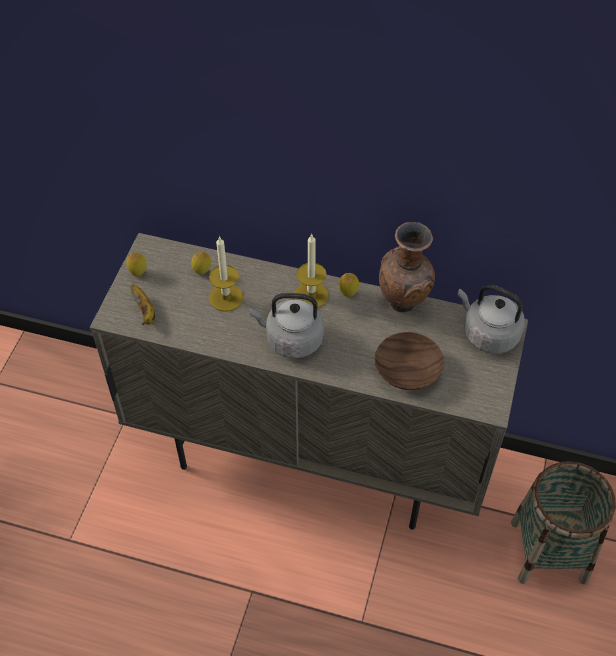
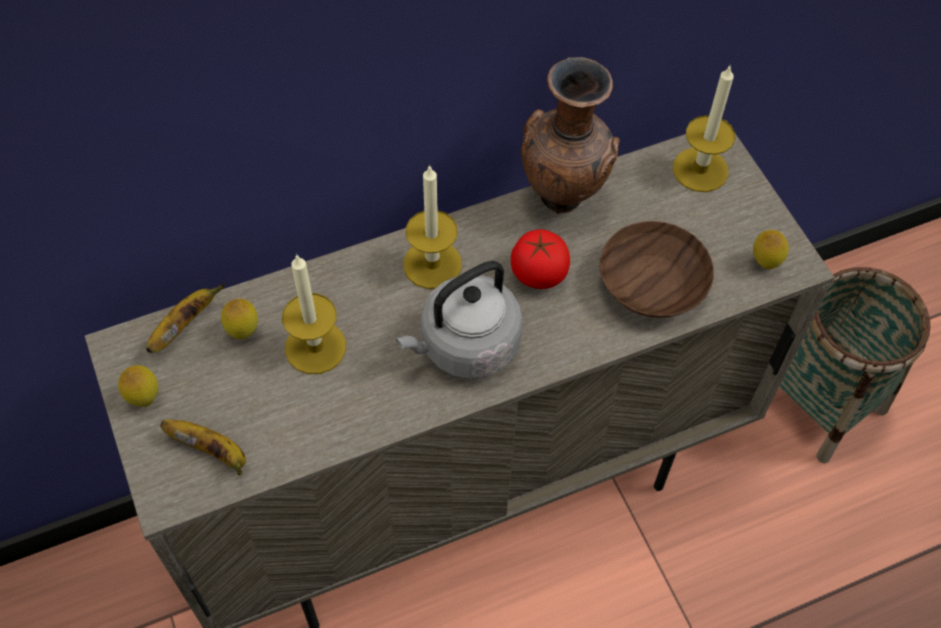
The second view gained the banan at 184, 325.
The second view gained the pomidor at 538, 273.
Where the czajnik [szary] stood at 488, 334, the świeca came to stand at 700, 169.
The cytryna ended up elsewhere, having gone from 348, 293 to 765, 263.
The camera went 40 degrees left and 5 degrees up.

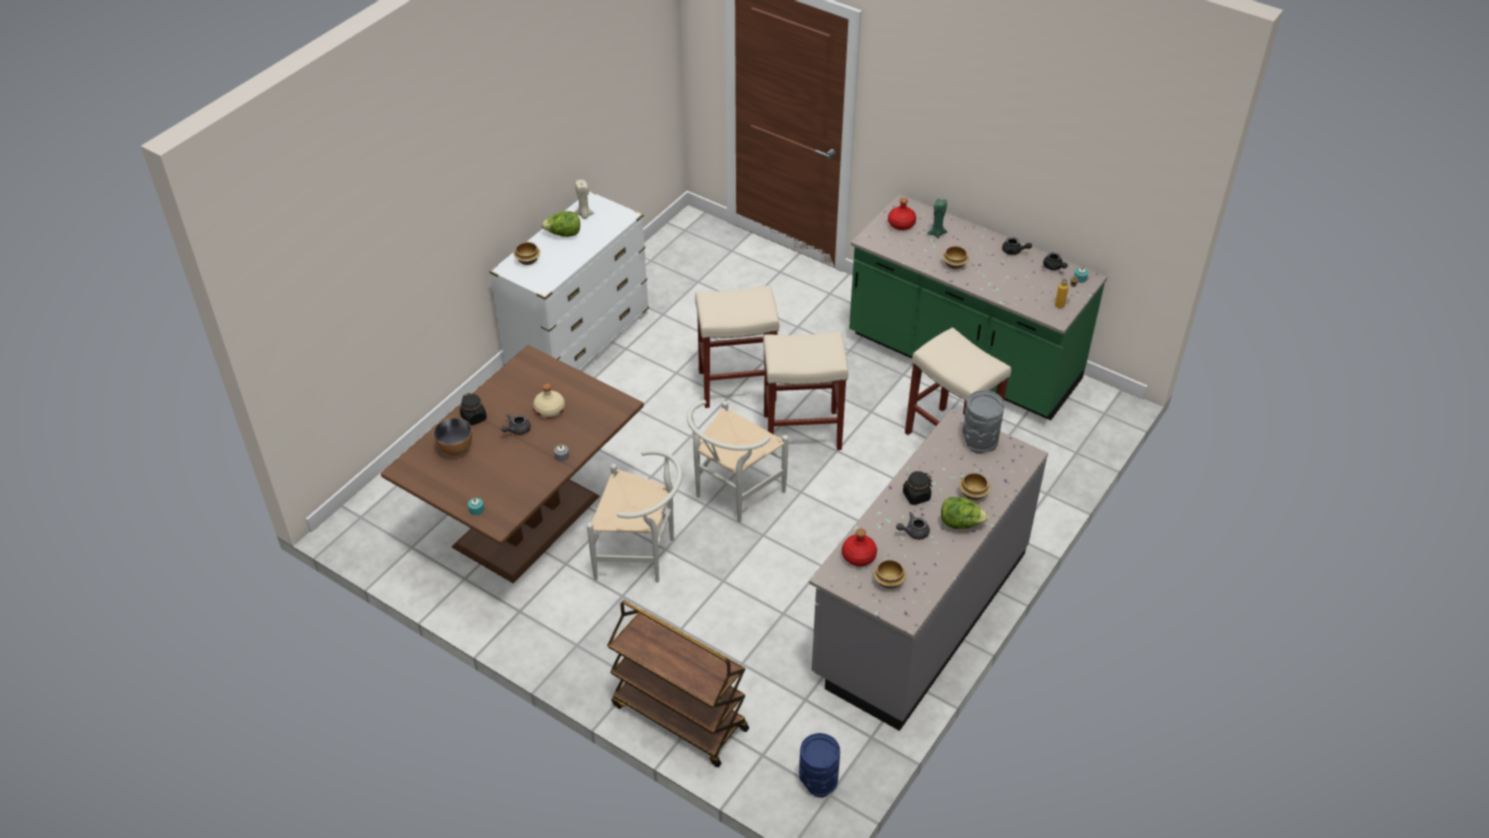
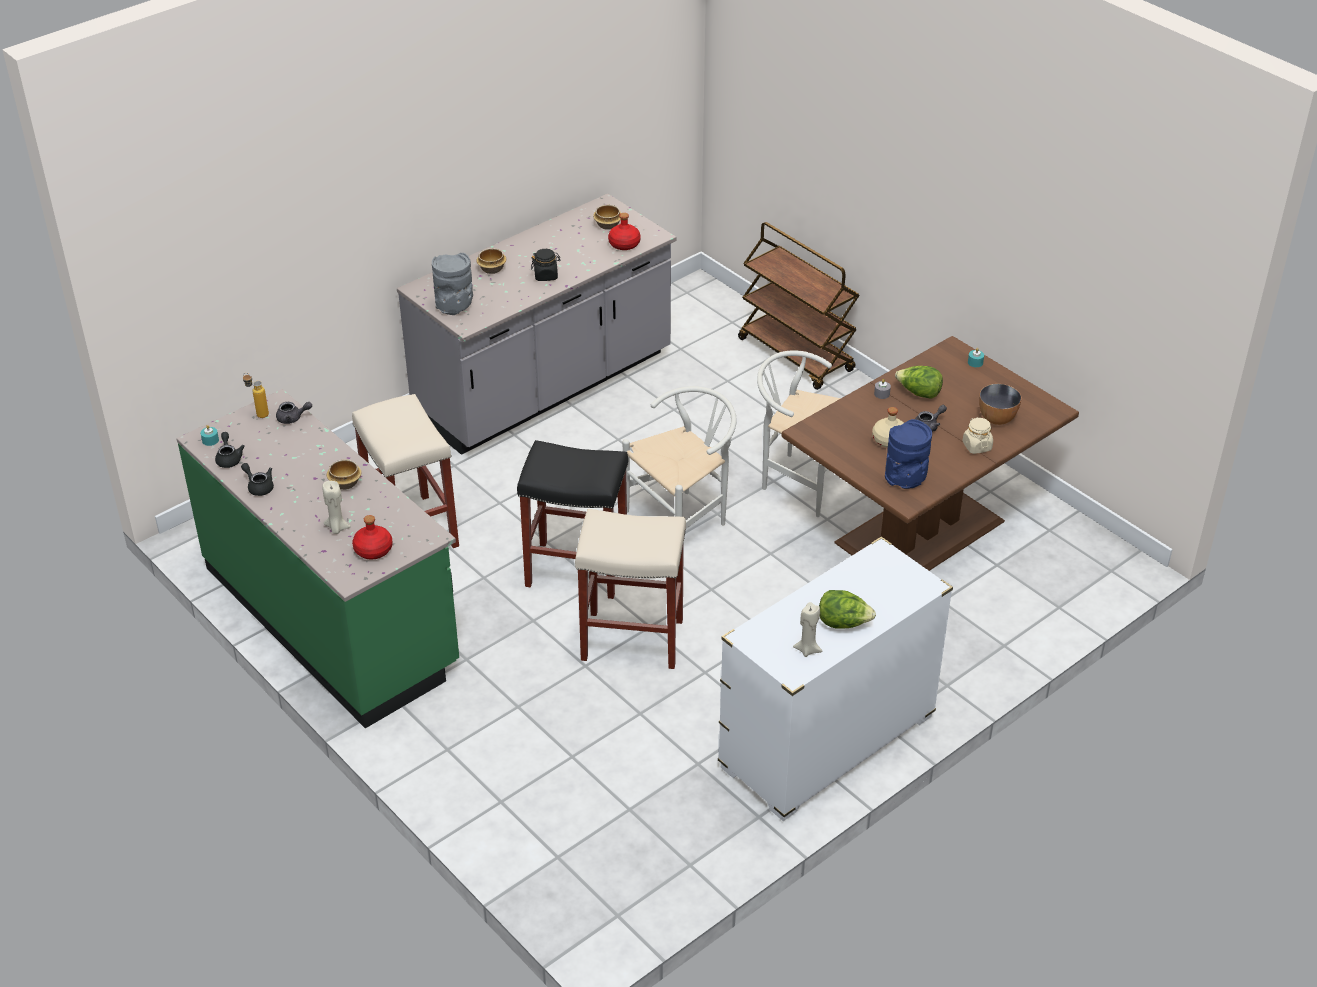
The imbryk [szary] ended up elsewhere, having gone from 913, 532 to 293, 418.
What was the świeca [zielony] at 936, 233 turned into the świeca [beżowy] at 337, 528.
What was the stołek [beżowy] at 803, 431 turned into the stołek [czarny] at 575, 570.
The wazon [niebieski] ended up elsewhere, having gone from 817, 779 to 905, 479.
The sałata ended up elsewhere, having gone from 961, 523 to 918, 393.
What was the słoik [czarny] at 474, 418 turned into the słoik [beżowy] at 976, 446.
The second view lost the miska at 528, 260.
The camera went 165 degrees left and 5 degrees down.

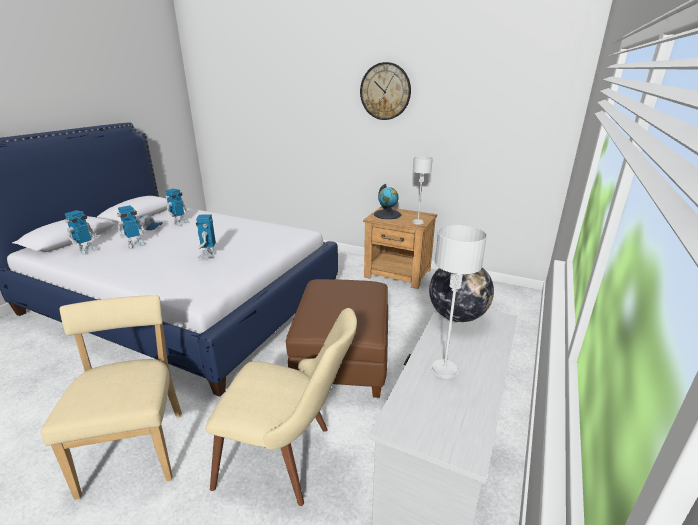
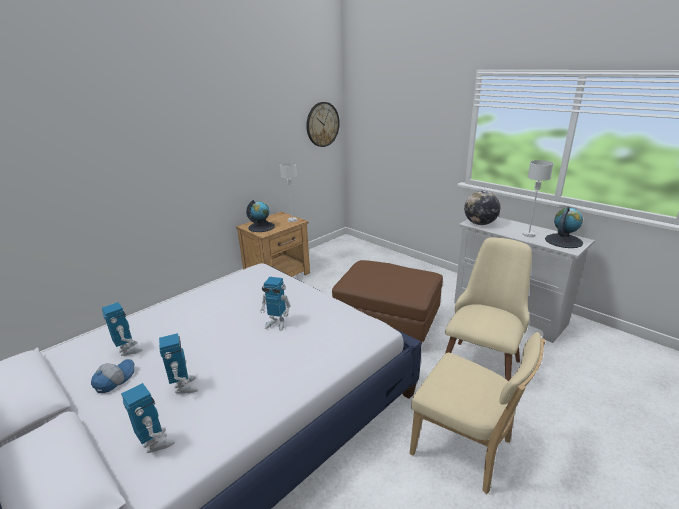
The zegar ścienny ended up elsewhere, having gone from 385, 91 to 322, 124.
The krzesło [beżowy] at 137, 447 ended up facing another way, 150 degrees counterclockwise from before.
The second view gained the globus at 563, 241.
The camera went 70 degrees left and 0 degrees up.

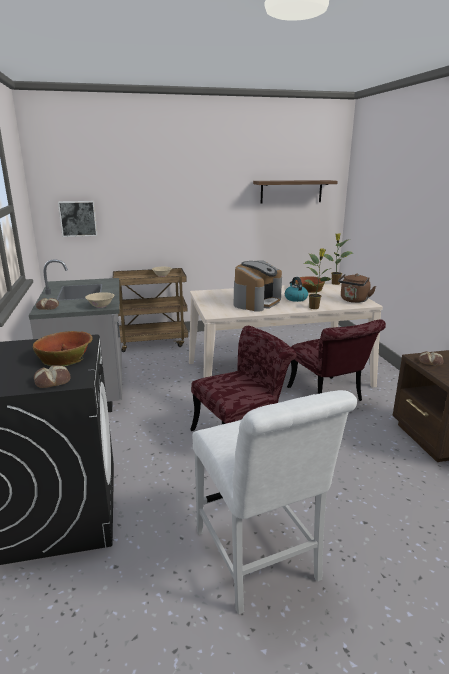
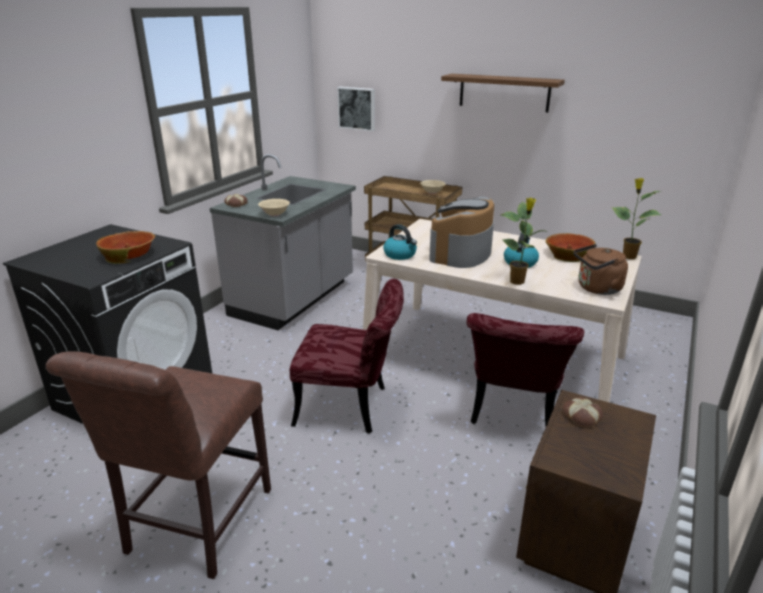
What was the krzesło [biały] at 258, 560 turned into the krzesło [brązowy] at 195, 526.
The second view gained the czajnik at 400, 255.
The ekspres do kawy at 256, 302 ended up facing another way, 135 degrees clockwise from before.
The półka ended up elsewhere, having gone from 291, 191 to 504, 92.
The second view lost the chleb at 52, 381.
The camera went 40 degrees right and 5 degrees up.

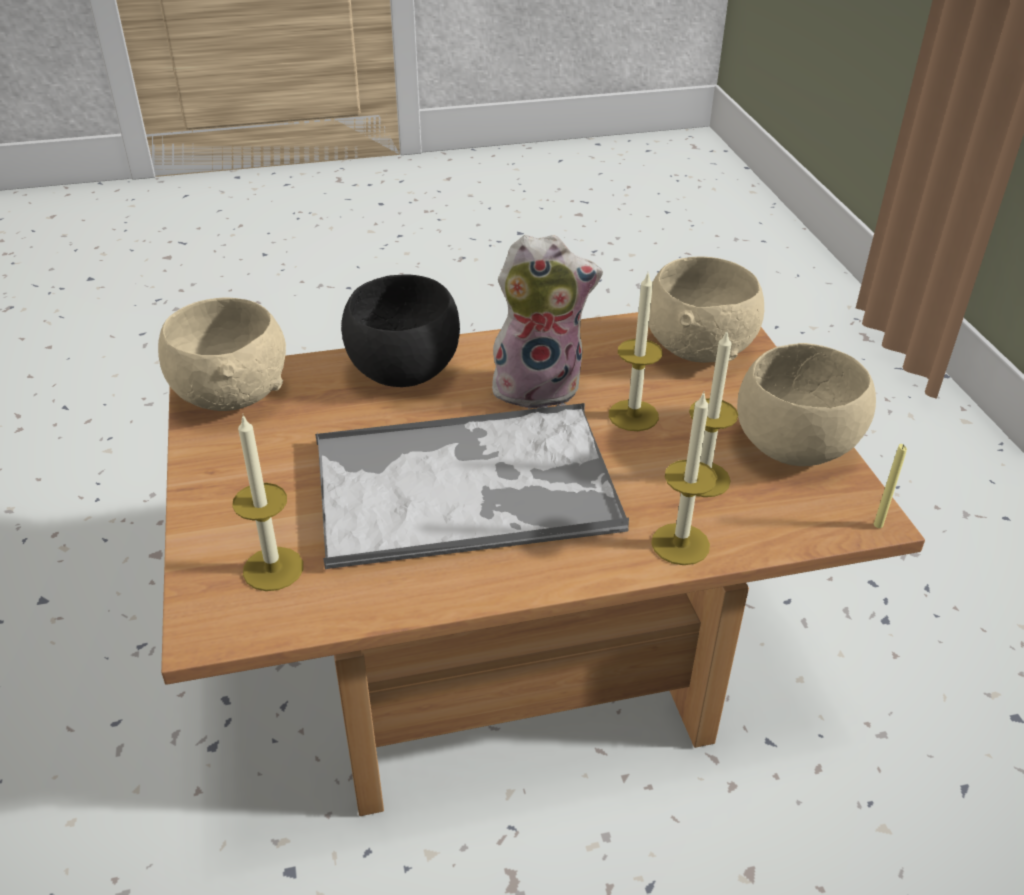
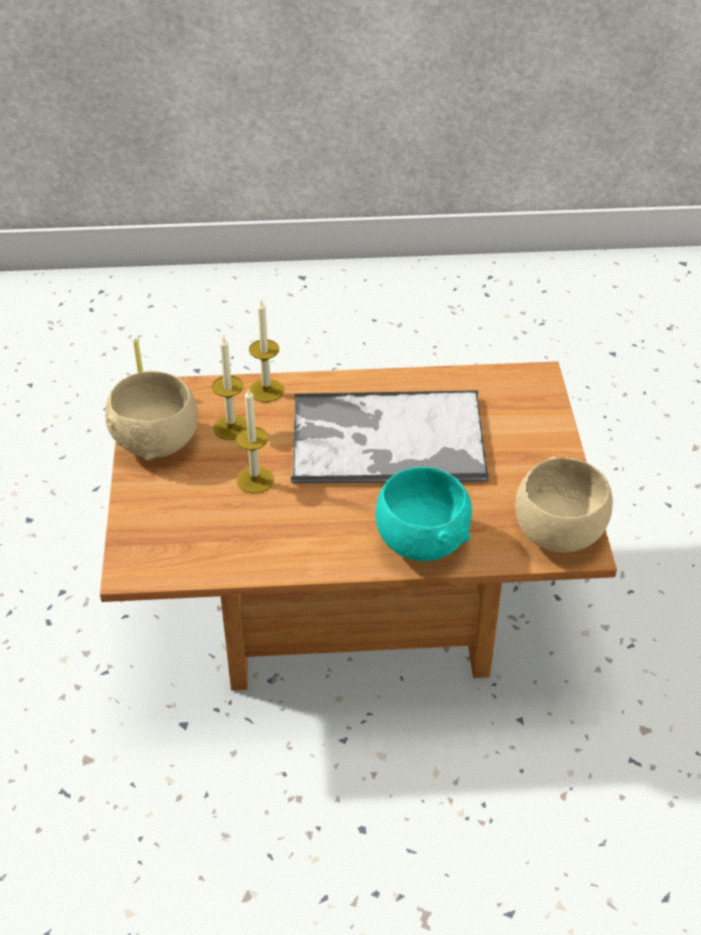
What was the miska [czarny] at 404, 372 turned into the miska [turkusowy] at 421, 541.
The second view lost the świeca at 273, 569.
The second view lost the pluszak at 539, 386.
The second view lost the miska [beżowy] at 699, 349.
The camera went 170 degrees left and 5 degrees up.

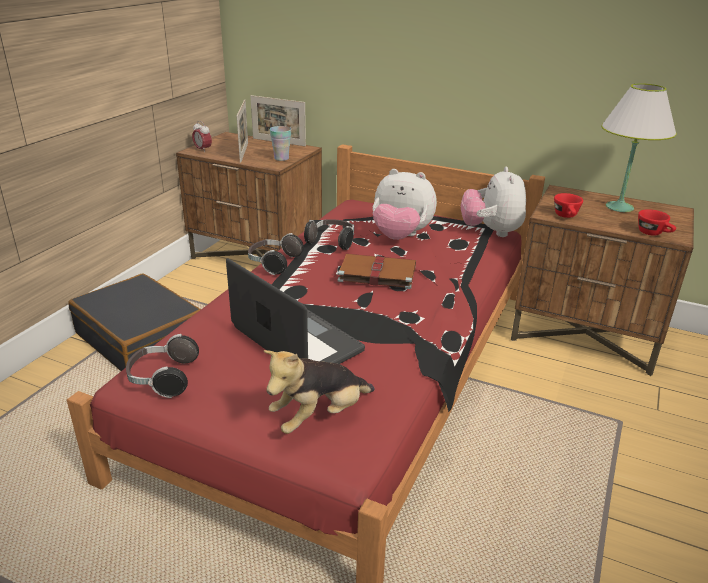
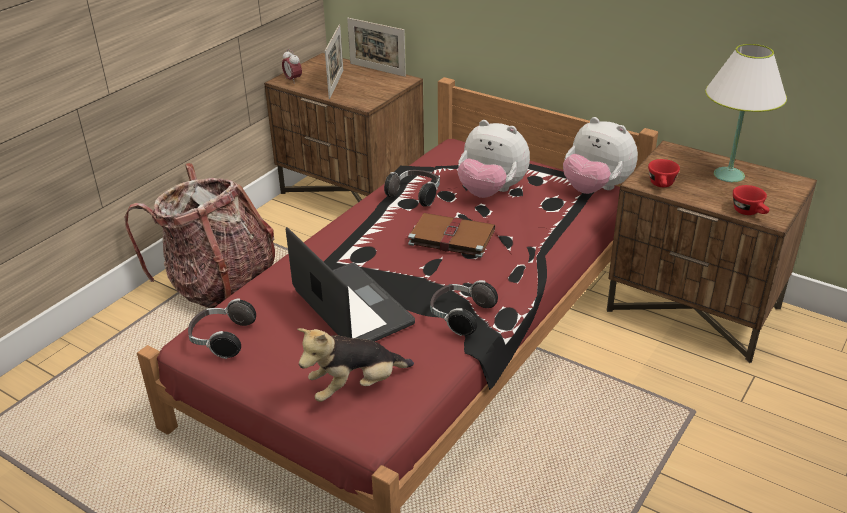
Where the walizka [czarny] stood at 141, 338, the plecak came to stand at 218, 284.
The słuchawki ended up elsewhere, having gone from 273, 263 to 460, 316.
The pluszak at 491, 232 ended up facing another way, 60 degrees counterclockwise from before.
The second view lost the filiżanka at 281, 158.
The camera went 10 degrees right and 5 degrees up.

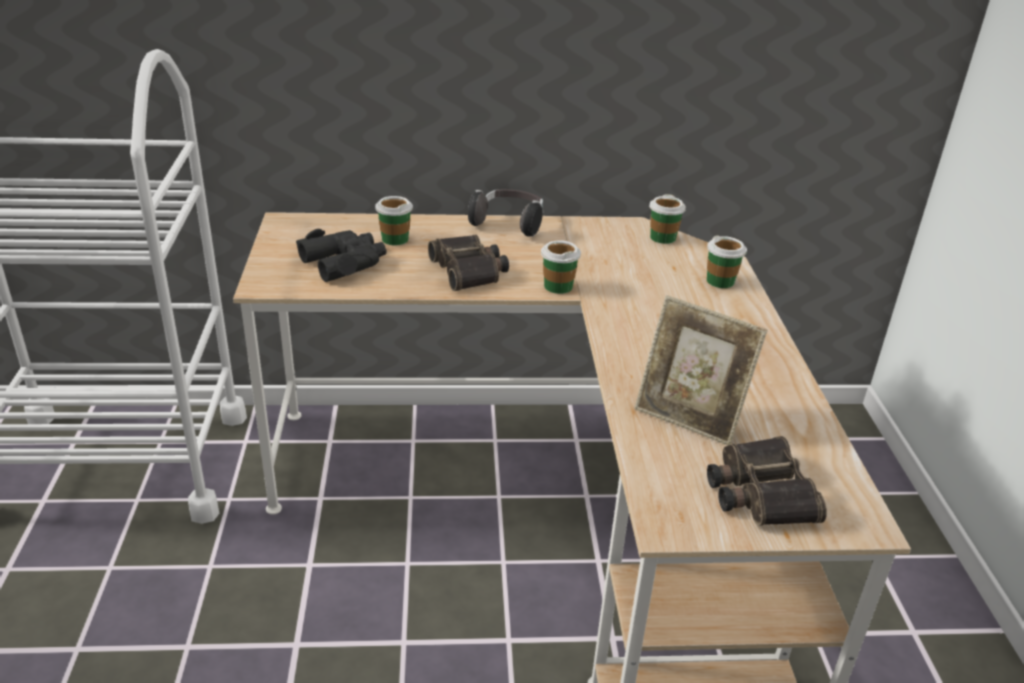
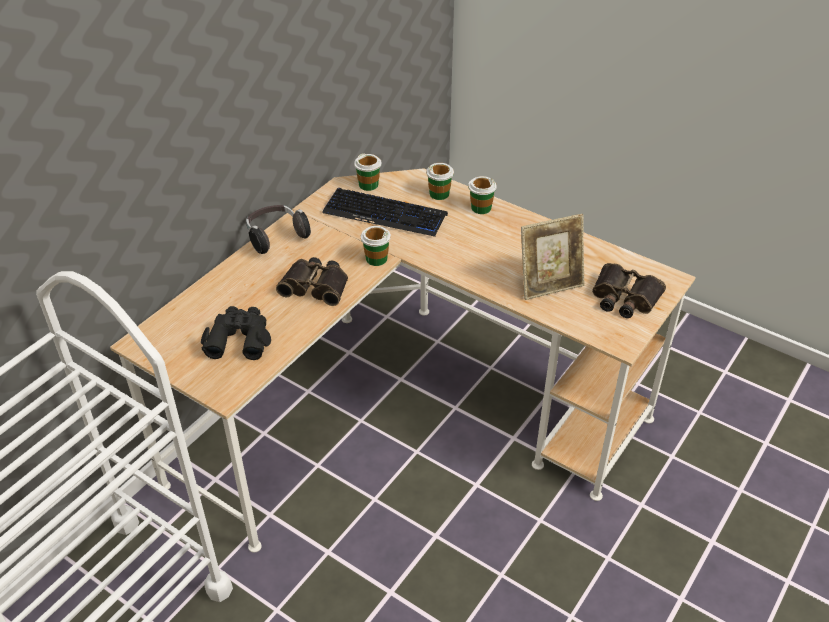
The second view gained the klawiatura at 385, 214.
The filiżanka ended up elsewhere, having gone from 395, 239 to 481, 208.
The camera went 50 degrees left and 10 degrees up.

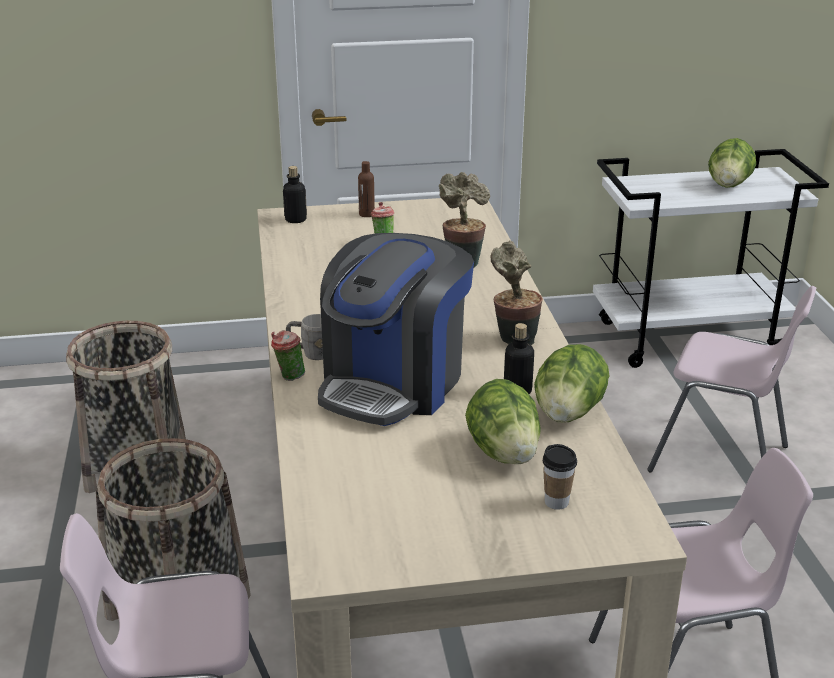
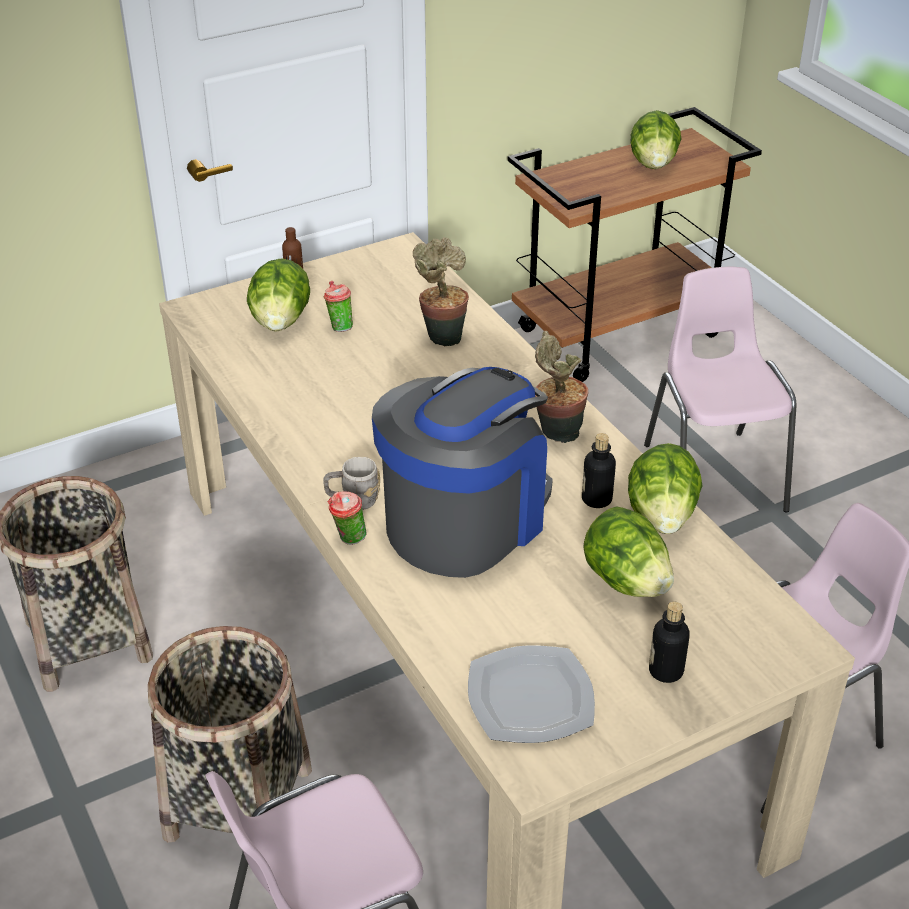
The second view gained the sałata at 281, 321.
The ekspres do kawy at 393, 383 ended up facing another way, 150 degrees counterclockwise from before.
The second view gained the talerz at 531, 696.
What was the wózek [biały] at 688, 338 turned into the wózek [brązowy] at 620, 332.
The krzesło [różowy] at 720, 459 ended up facing another way, 105 degrees counterclockwise from before.
The butelka ended up elsewhere, having gone from 295, 219 to 666, 671.
The second view lost the filiżanka at 556, 502.
The camera went 20 degrees left and 10 degrees up.

